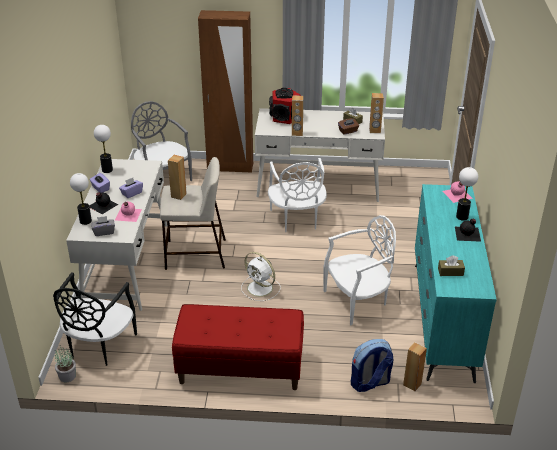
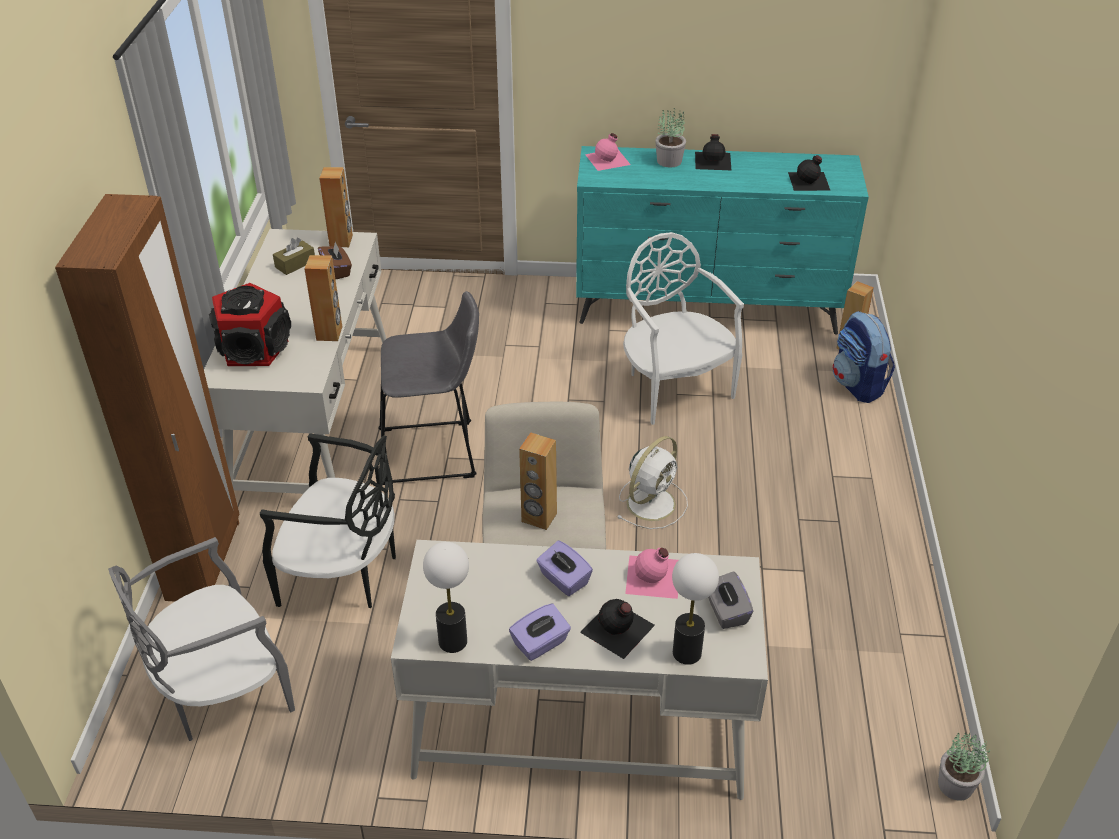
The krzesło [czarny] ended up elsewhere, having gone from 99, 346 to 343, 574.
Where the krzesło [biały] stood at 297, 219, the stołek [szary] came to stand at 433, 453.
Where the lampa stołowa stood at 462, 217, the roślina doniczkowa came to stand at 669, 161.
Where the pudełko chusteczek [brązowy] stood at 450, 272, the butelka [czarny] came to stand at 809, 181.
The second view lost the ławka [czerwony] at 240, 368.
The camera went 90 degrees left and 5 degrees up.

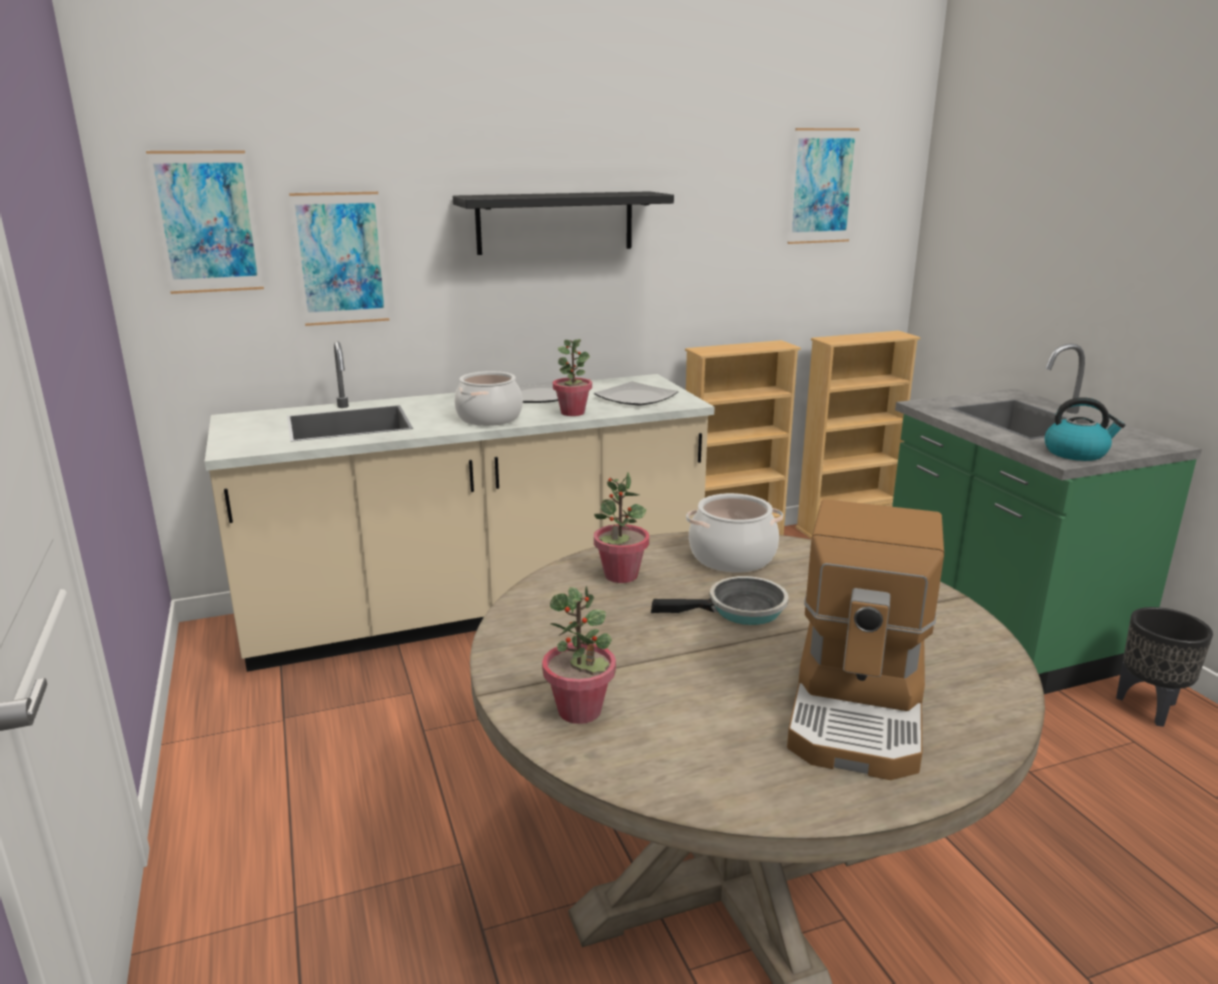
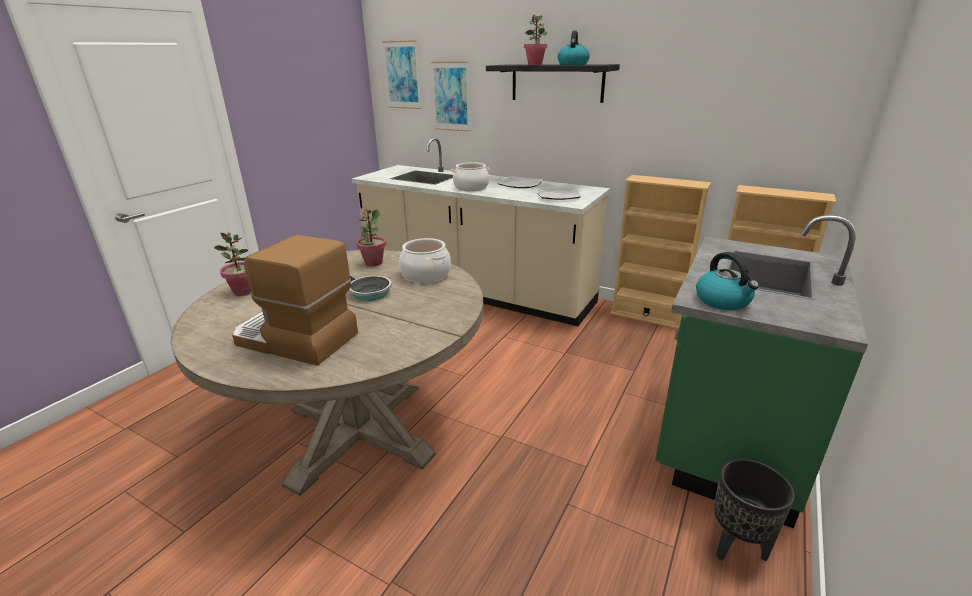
The ekspres do kawy at 860, 707 ended up facing another way, 45 degrees clockwise from before.
The roślina doniczkowa ended up elsewhere, having gone from 572, 412 to 535, 64.
The second view gained the czajnik at 572, 64.
The second view lost the obraz at 822, 186.
The camera went 50 degrees right and 5 degrees up.

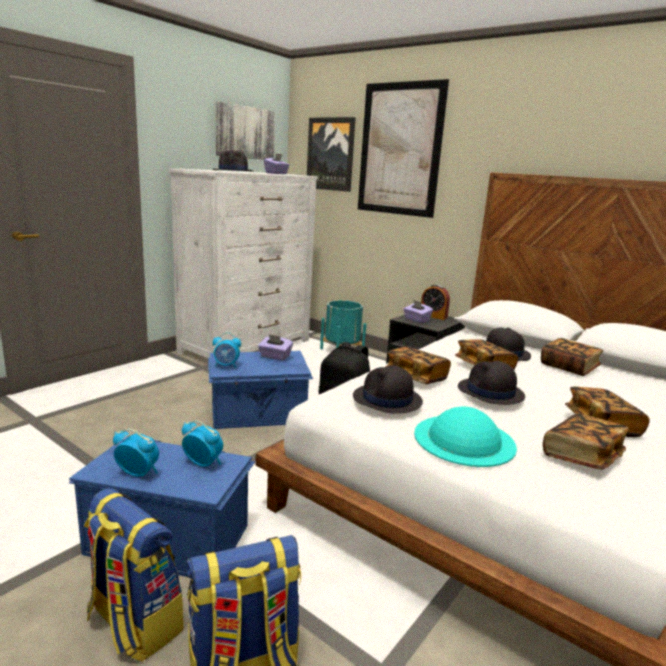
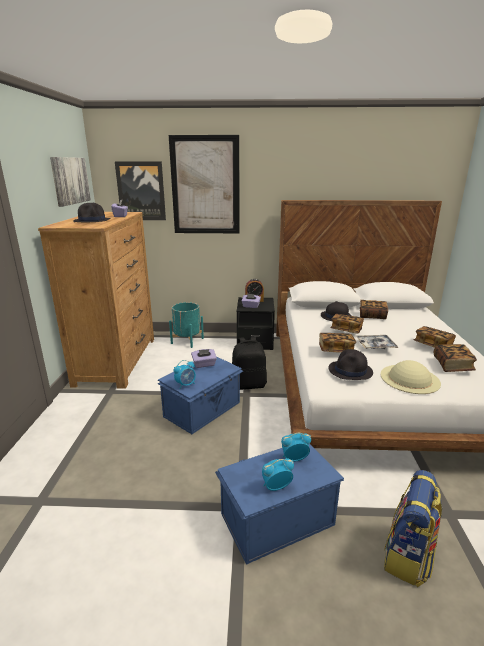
What was the komoda [biały] at 247, 346 turned into the komoda [brązowy] at 117, 360.
Where the kapelusz [czarny] stood at 490, 392, the taca came to stand at 375, 345.
What was the kapelusz [turkusowy] at 464, 439 turned into the kapelusz [beżowy] at 409, 378.
The second view lost the plecak at 133, 623.
The camera went 35 degrees left and 5 degrees up.

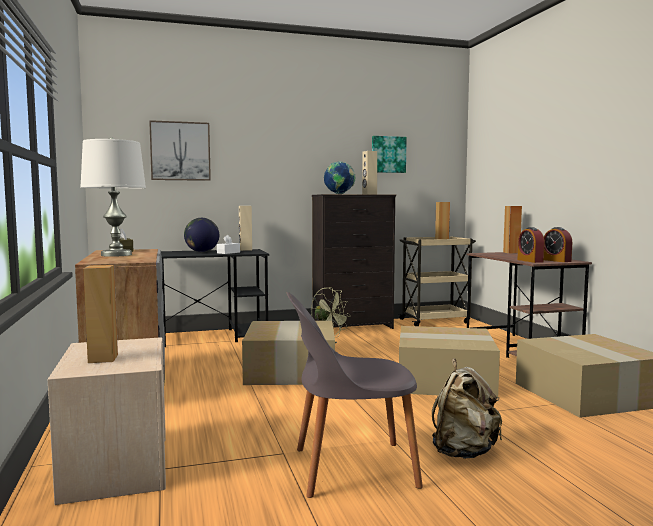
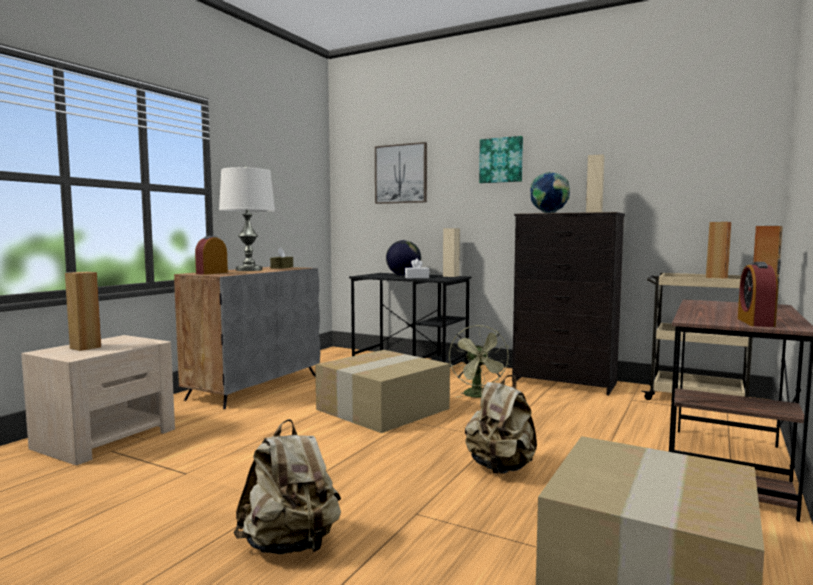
The budzik ended up elsewhere, having gone from 530, 261 to 212, 273.
Where the karton stood at 446, 380, the plecak [beżowy] came to stand at 500, 468.
The obraz ended up elsewhere, having gone from 388, 154 to 501, 160.
The second view lost the krzesło [szary] at 350, 468.
The camera went 45 degrees right and 0 degrees up.

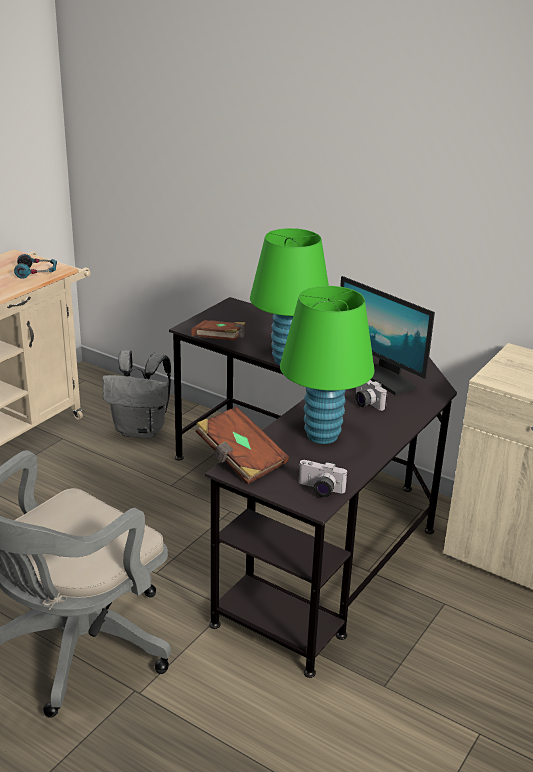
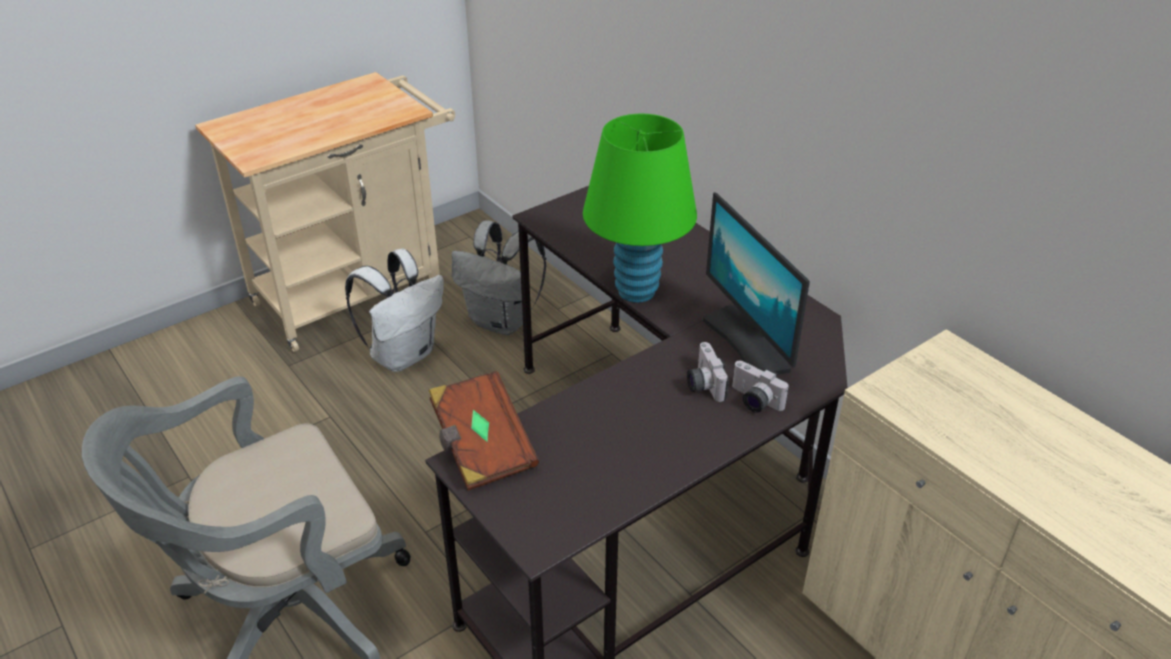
The second view gained the plecak [biały] at 403, 354.
The aparat fotograficzny ended up elsewhere, having gone from 319, 490 to 753, 401.
The second view lost the słuchawki at 36, 272.
The second view lost the książka [brązowy] at 220, 343.
The second view lost the lampa stołowa [zielony] at 322, 436.
The camera went 20 degrees right and 10 degrees up.

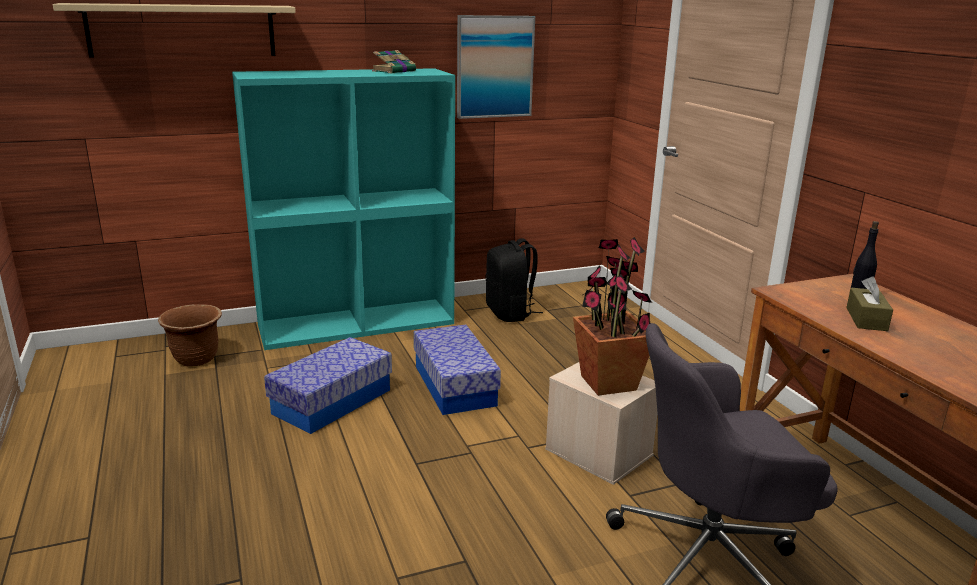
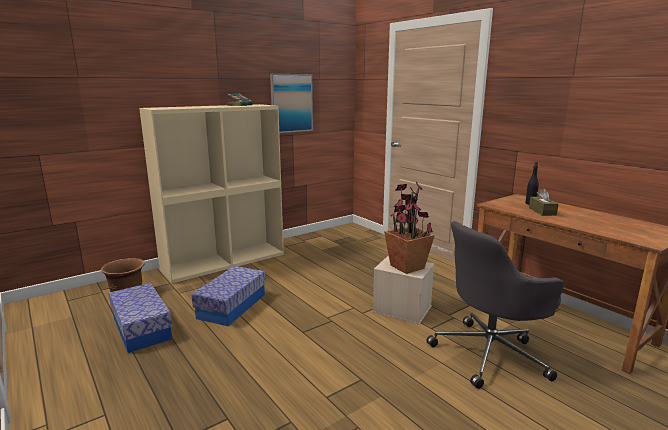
The pojemnik do przechowywania ended up elsewhere, having gone from 455, 385 to 142, 328.
What was the regał [turkusowy] at 357, 323 turned into the regał [beżowy] at 224, 261.
The second view lost the półka [beżowy] at 182, 30.
The second view lost the plecak [czarny] at 510, 313.
The camera went 15 degrees left and 5 degrees down.

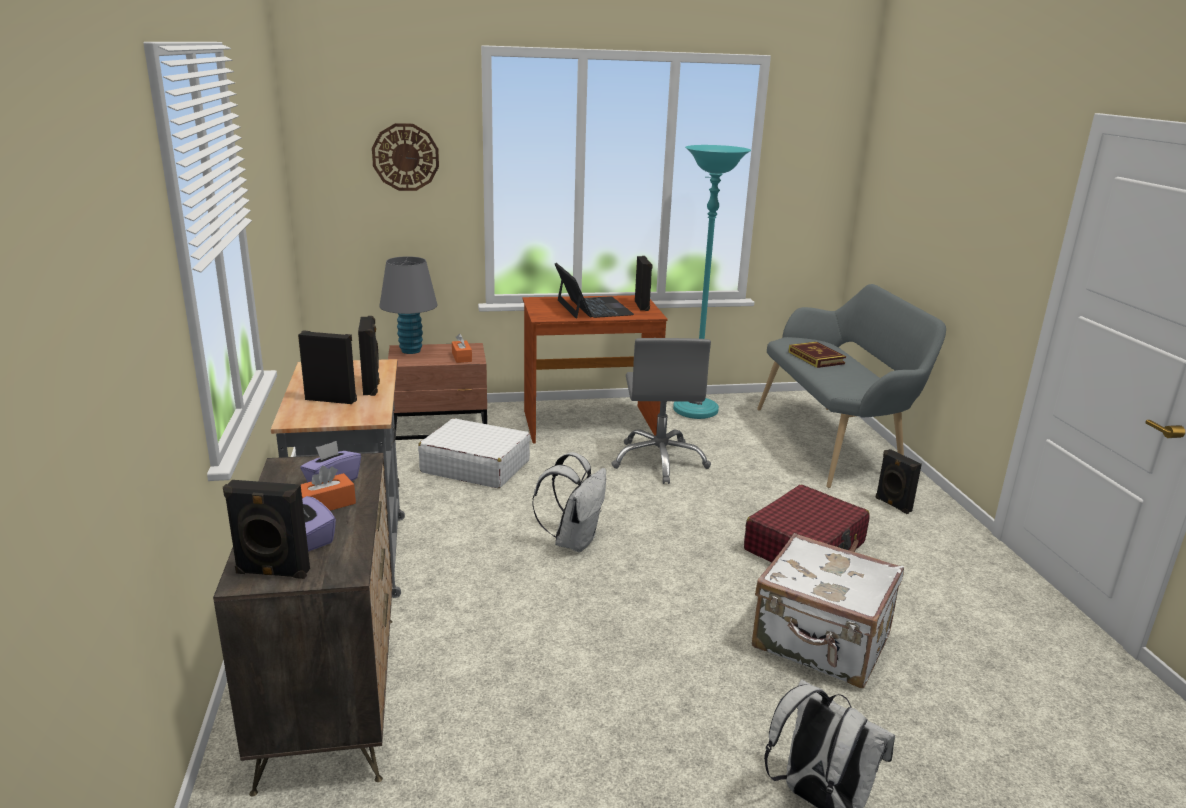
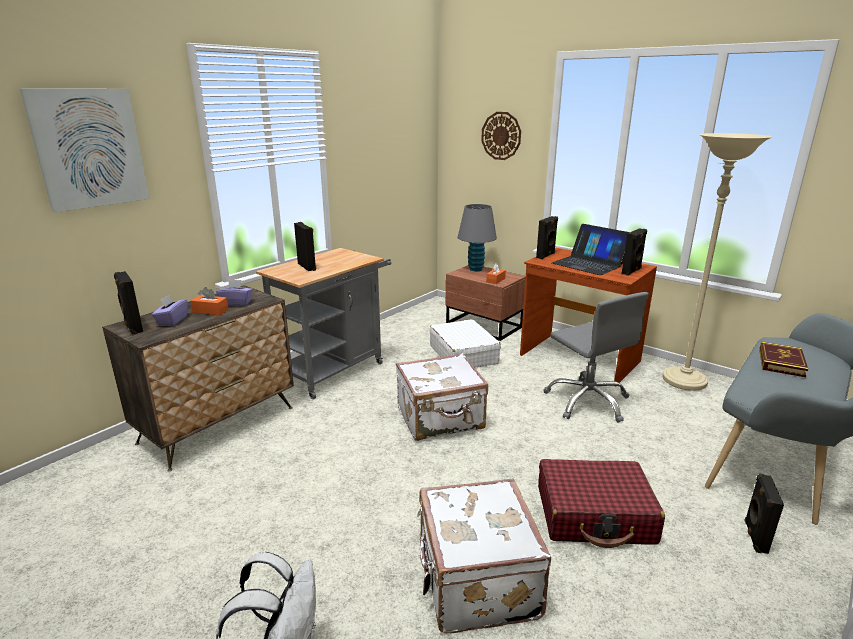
The second view gained the obraz at 89, 148.
Where the plecak [biały] stood at 574, 541, the walizka [biały] came to stand at 441, 419.
The głośnik [czarny] ended up elsewhere, having gone from 372, 386 to 546, 255.
The krzesło biurowe [szary] at 659, 461 ended up facing another way, 75 degrees counterclockwise from before.
The laptop at 593, 307 ended up facing another way, 105 degrees clockwise from before.
What was the lampa stojąca [turkusowy] at 695, 411 turned into the lampa stojąca [beżowy] at 684, 381.
The camera went 50 degrees right and 0 degrees up.

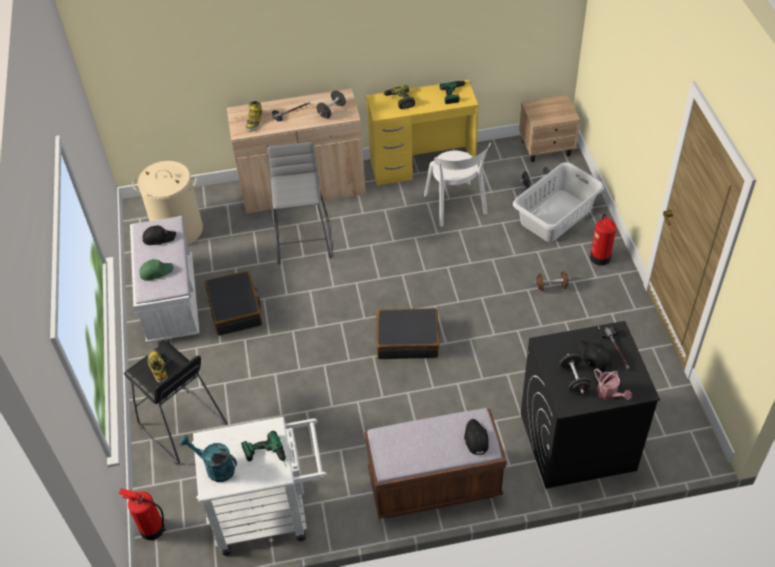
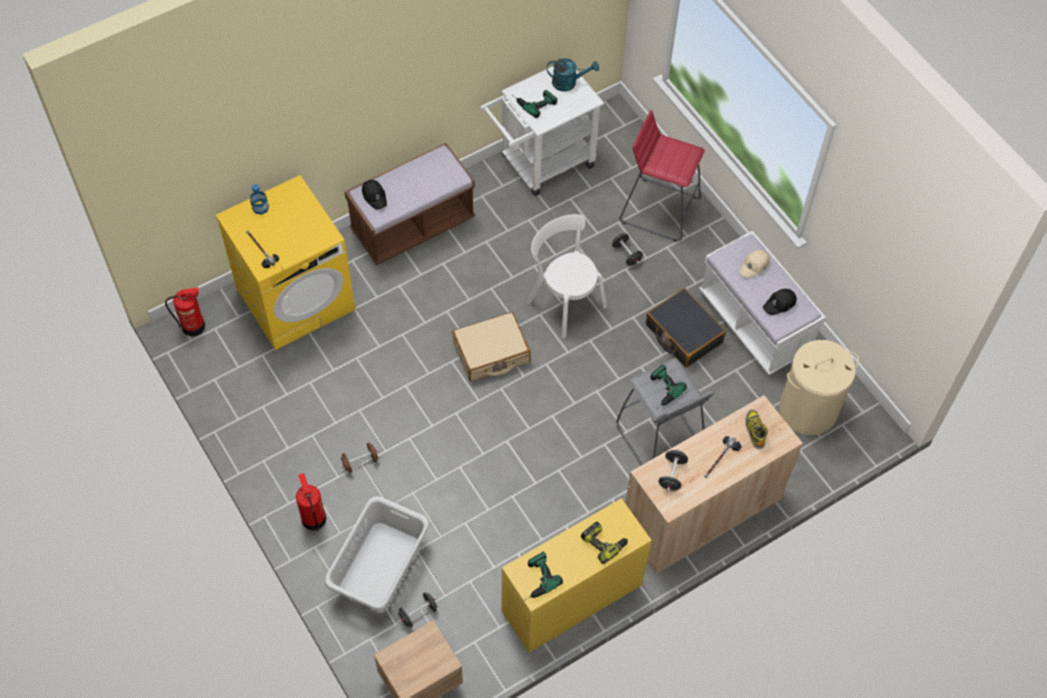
The gaśnica ended up elsewhere, having gone from 151, 528 to 194, 326.
What was the pralka [czarny] at 576, 442 turned into the pralka [żółty] at 296, 298.
Where the konewka stood at 609, 393, the butelka came to stand at 260, 207.
What was the walizka [czarny] at 407, 340 turned into the walizka [beżowy] at 491, 353.
The krzesło [biały] ended up elsewhere, having gone from 456, 206 to 564, 301.
The hantel [czarny] ended up elsewhere, having gone from 574, 380 to 626, 254.
What was the stołek [czarny] at 182, 426 turned into the stołek [czerwony] at 659, 209.
The second view gained the wiertarka at 660, 390.
What was the czapka z daszkiem [zielony] at 156, 272 turned into the czapka z daszkiem [beżowy] at 754, 266.
The second view lost the but z cholewką at 157, 367.
The second view lost the czapka z daszkiem [czarny] at 594, 358.
The camera went 155 degrees right and 10 degrees up.

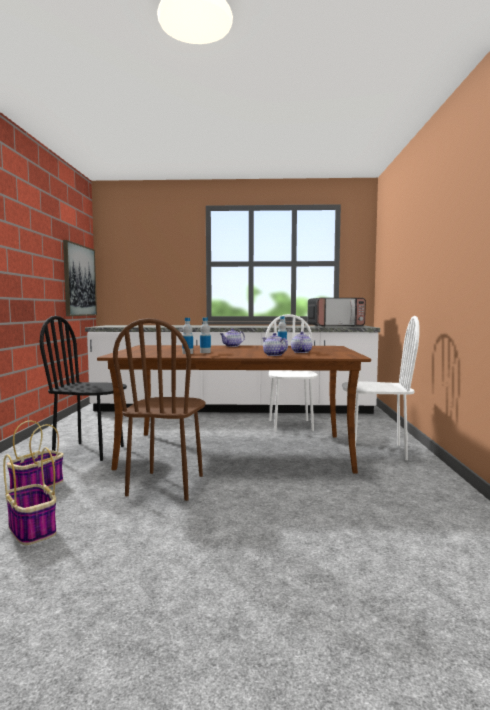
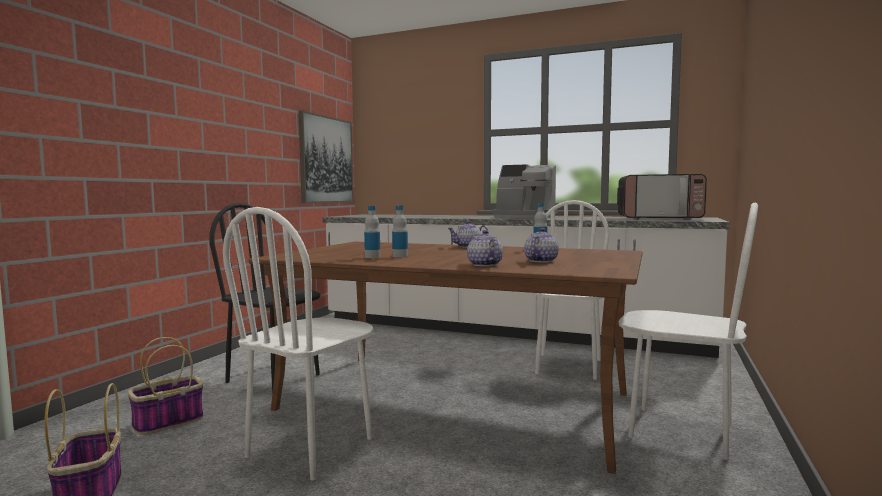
What was the krzesło [brązowy] at 166, 485 turned into the krzesło [biały] at 311, 447.
The second view gained the ekspres do kawy at 524, 217.
The camera went 20 degrees right and 0 degrees up.

